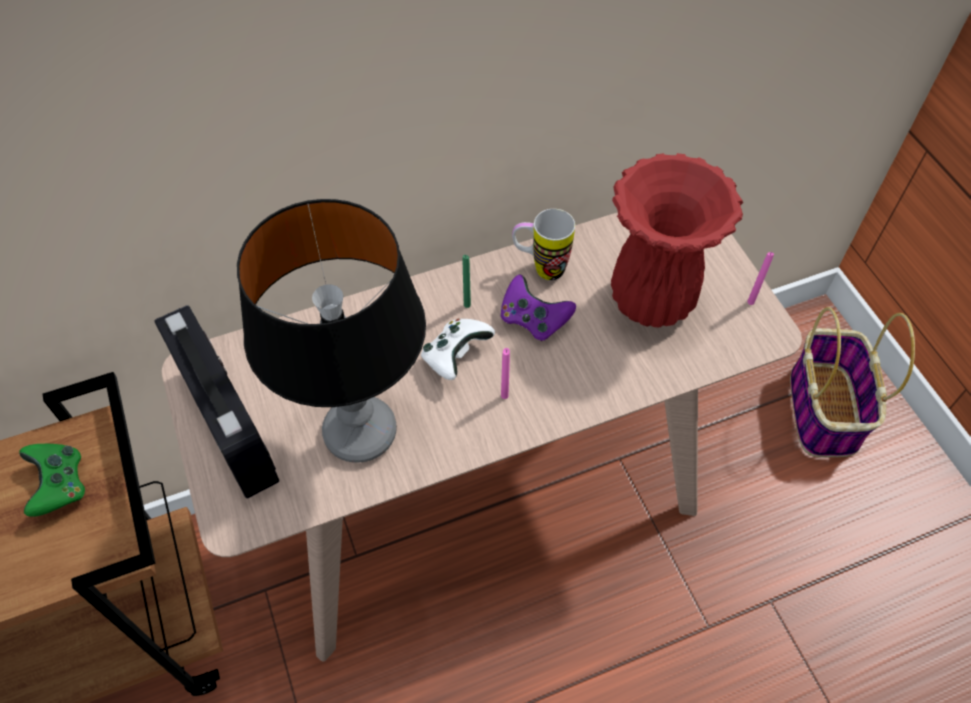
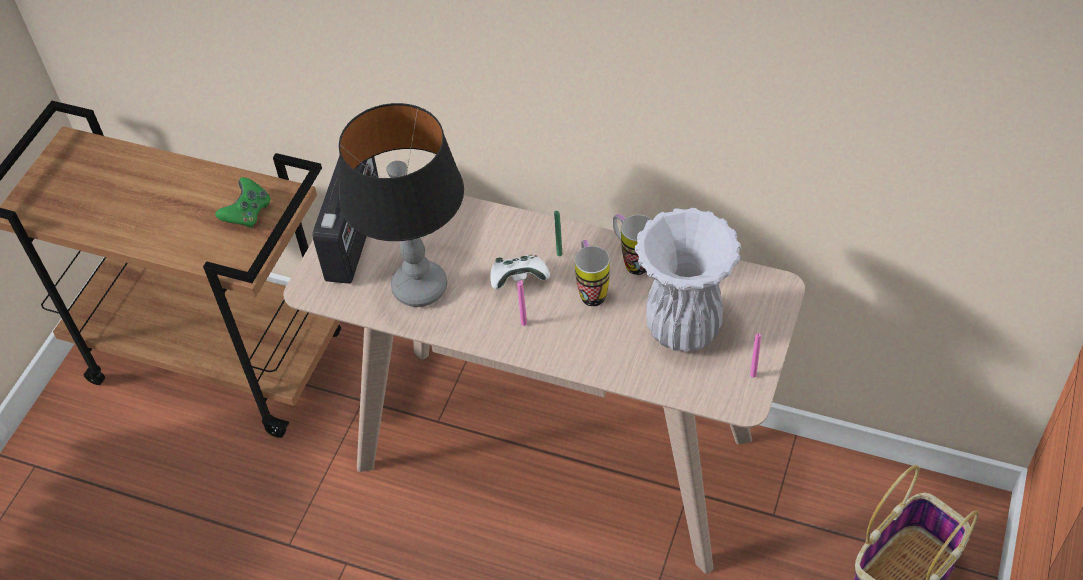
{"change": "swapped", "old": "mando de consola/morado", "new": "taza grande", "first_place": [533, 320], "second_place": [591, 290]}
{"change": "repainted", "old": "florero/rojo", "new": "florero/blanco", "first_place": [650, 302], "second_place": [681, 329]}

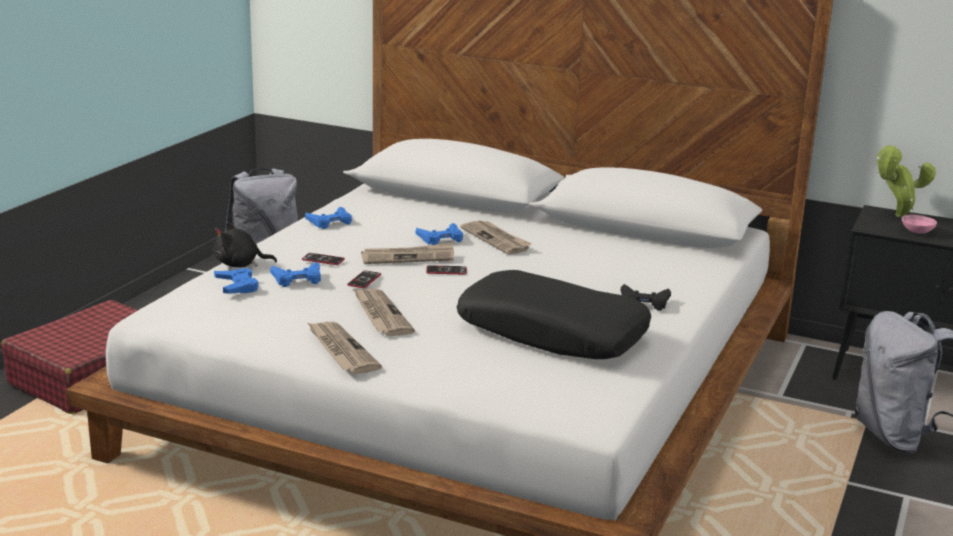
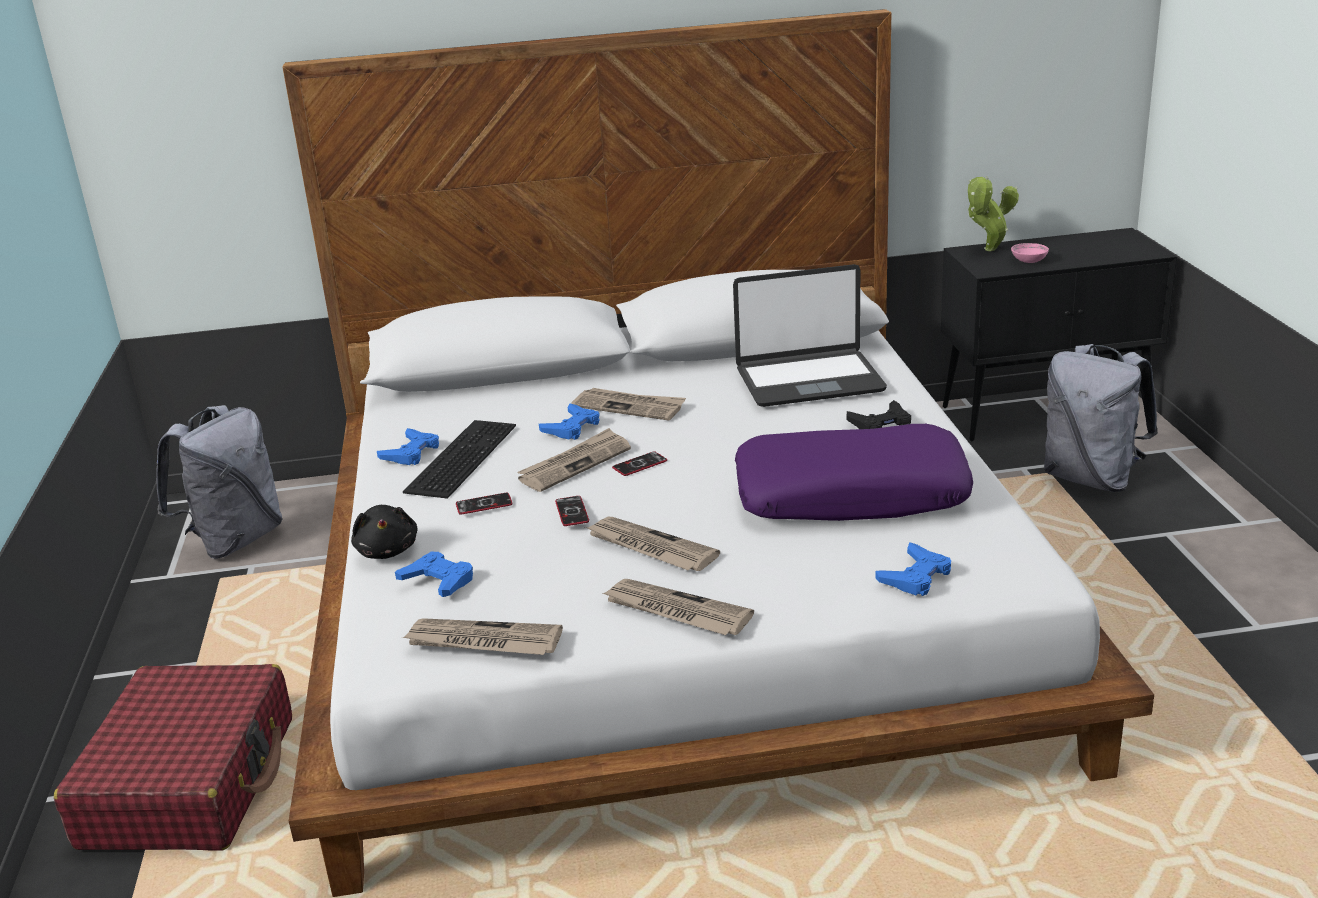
{"change": "rotated", "old": "peluche/negro", "first_place": [240, 265], "second_place": [387, 550], "degrees": -75}
{"change": "shifted", "old": "mando de consola/azul", "first_place": [297, 279], "second_place": [915, 576]}
{"change": "repainted", "old": "cojín/negro", "new": "cojín/morado", "first_place": [553, 333], "second_place": [851, 495]}
{"change": "new", "new": "periódico", "second_place": [482, 642]}
{"change": "new", "new": "teclado", "second_place": [459, 457]}
{"change": "new", "new": "portátil", "second_place": [809, 380]}

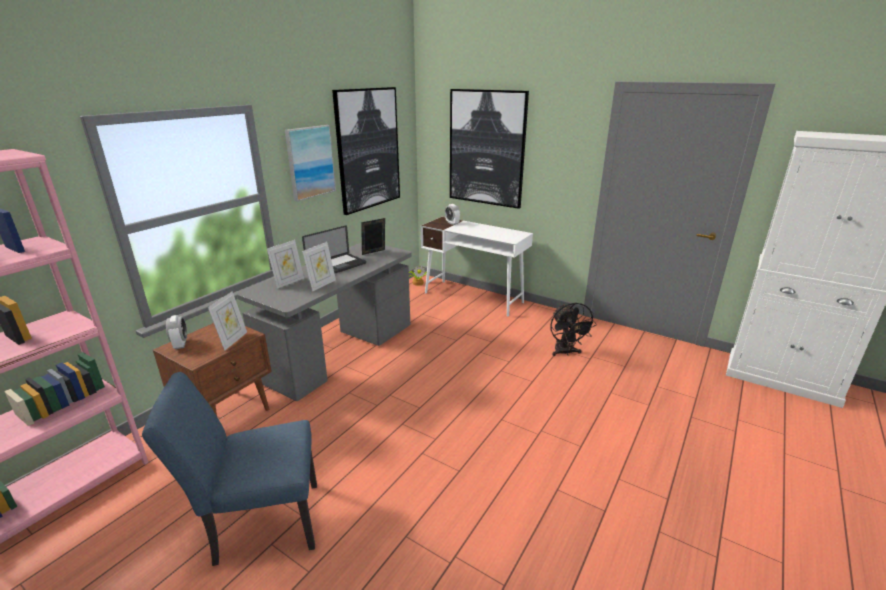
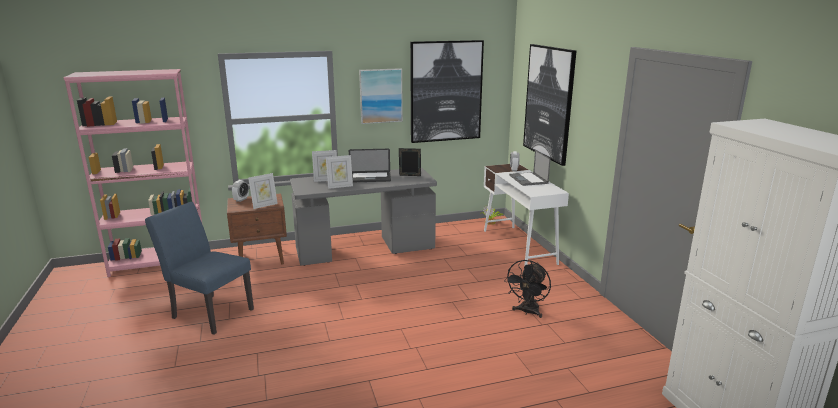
{"change": "new", "new": "portátil", "second_place": [528, 179]}

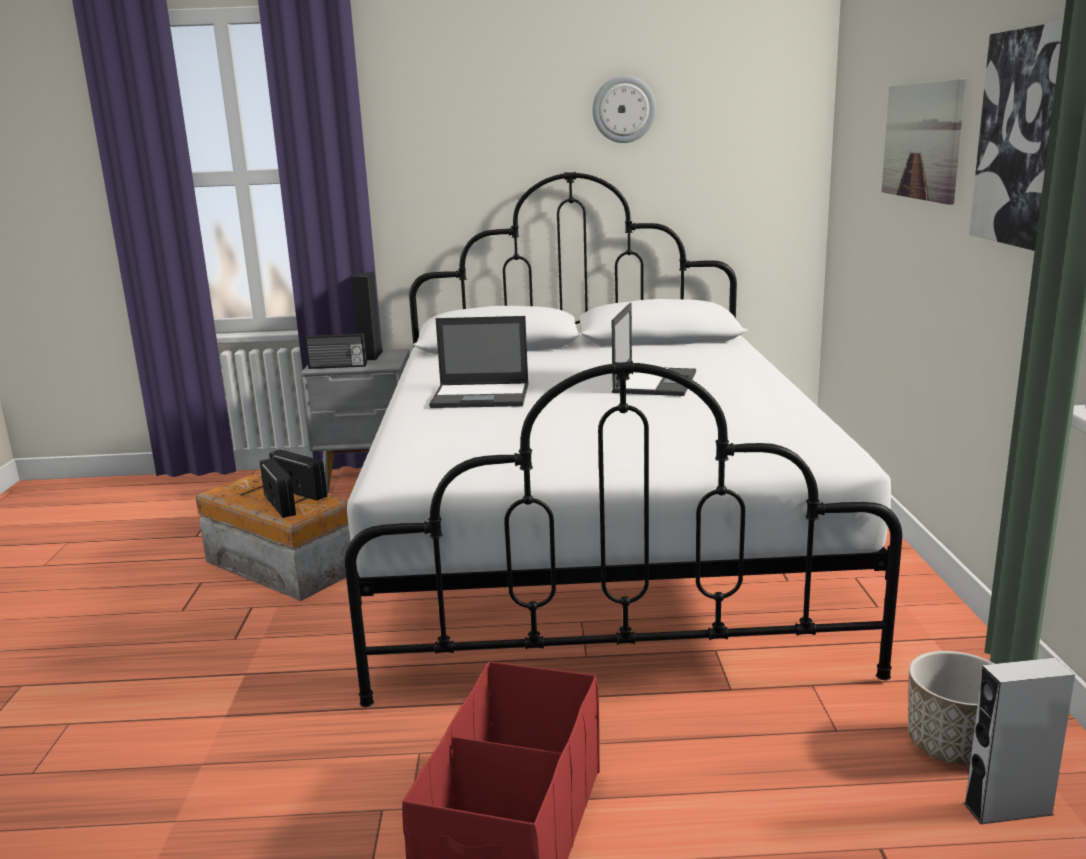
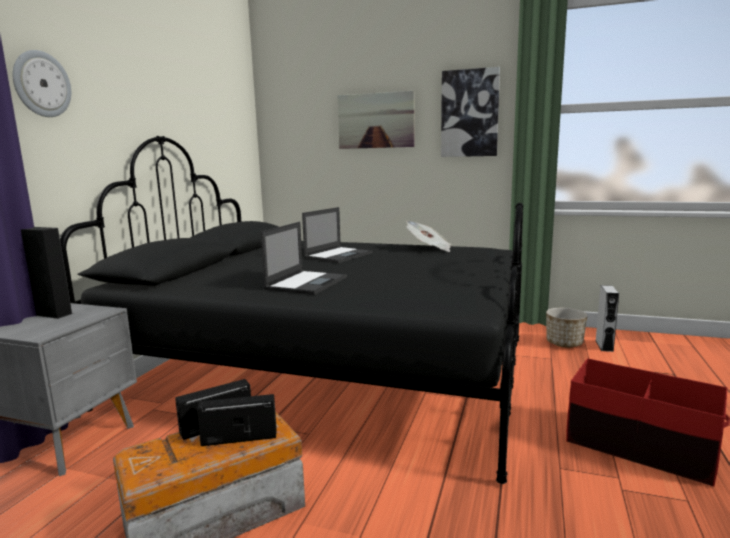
{"change": "gone", "old": "radio", "first_place": [337, 366]}
{"change": "repainted", "old": "cama/blanco", "new": "cama/negro", "first_place": [597, 545], "second_place": [330, 371]}
{"change": "shifted", "old": "reloj de pared", "first_place": [623, 109], "second_place": [41, 84]}
{"change": "rotated", "old": "portátil", "first_place": [654, 382], "second_place": [339, 255], "degrees": 90}
{"change": "new", "new": "periódico", "second_place": [429, 249]}

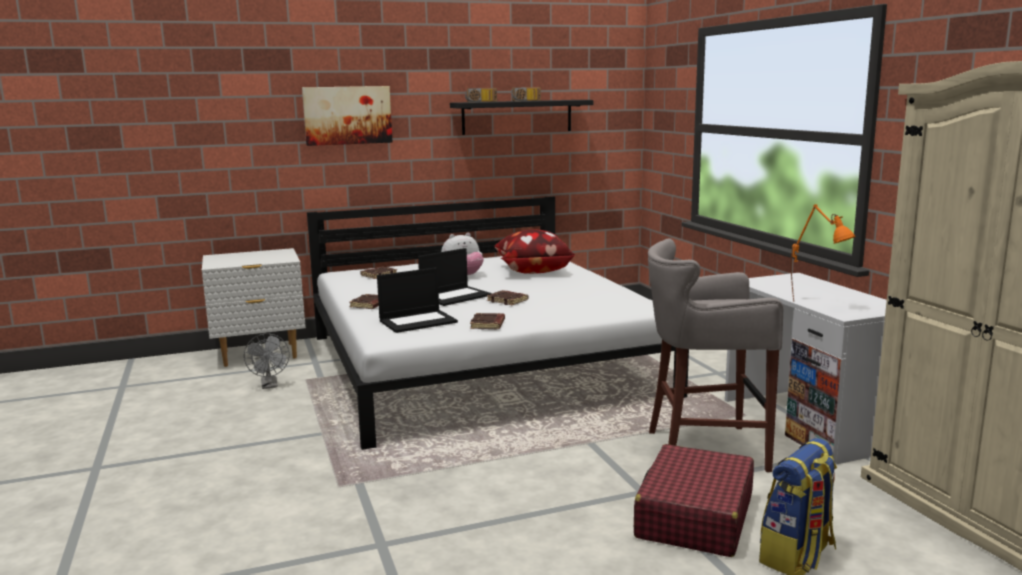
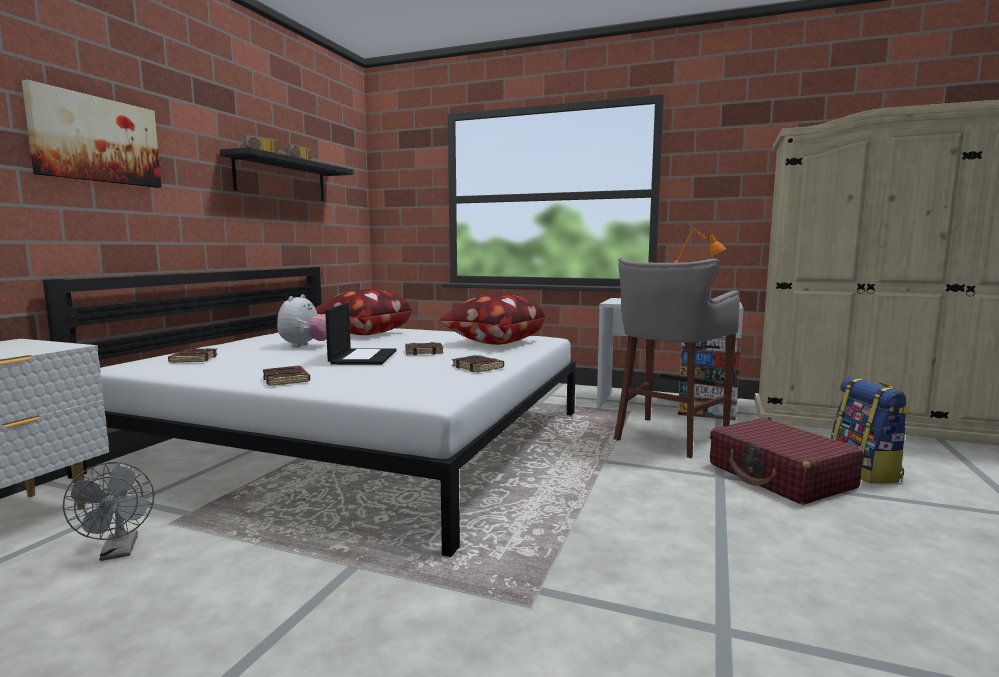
{"change": "rotated", "old": "ventilador/gris", "first_place": [270, 385], "second_place": [119, 552], "degrees": 45}
{"change": "gone", "old": "portátil", "first_place": [418, 321]}
{"change": "new", "new": "cojín", "second_place": [493, 343]}

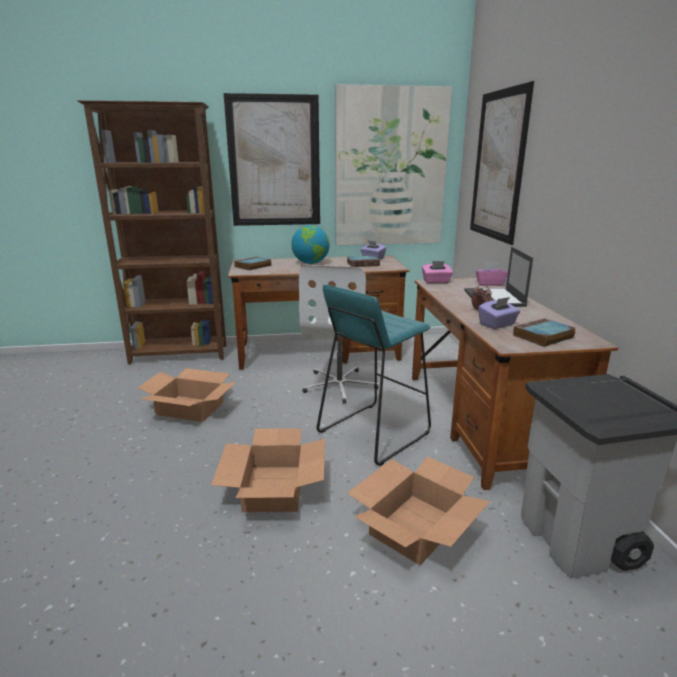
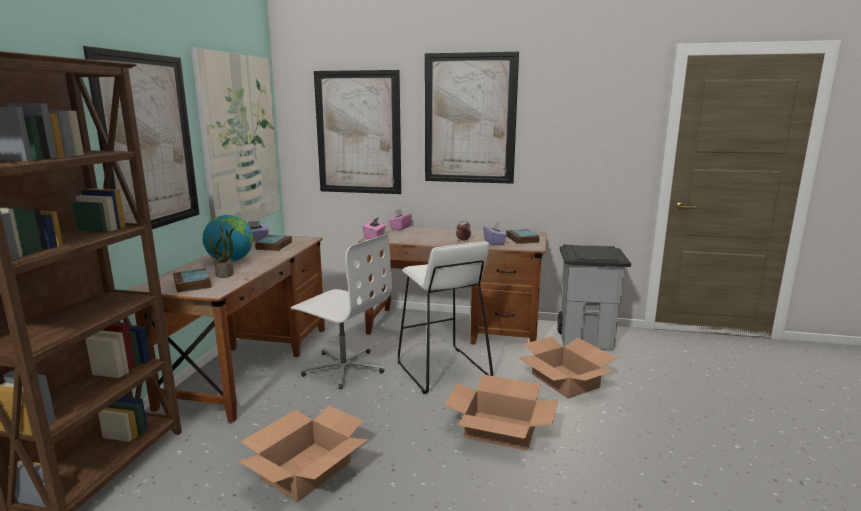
{"change": "repainted", "old": "taburete/turquesa", "new": "taburete/blanco", "first_place": [373, 432], "second_place": [442, 370]}
{"change": "gone", "old": "portátil", "first_place": [494, 298]}
{"change": "new", "new": "planta en maceta", "second_place": [225, 274]}
{"change": "new", "new": "cuadro", "second_place": [470, 119]}

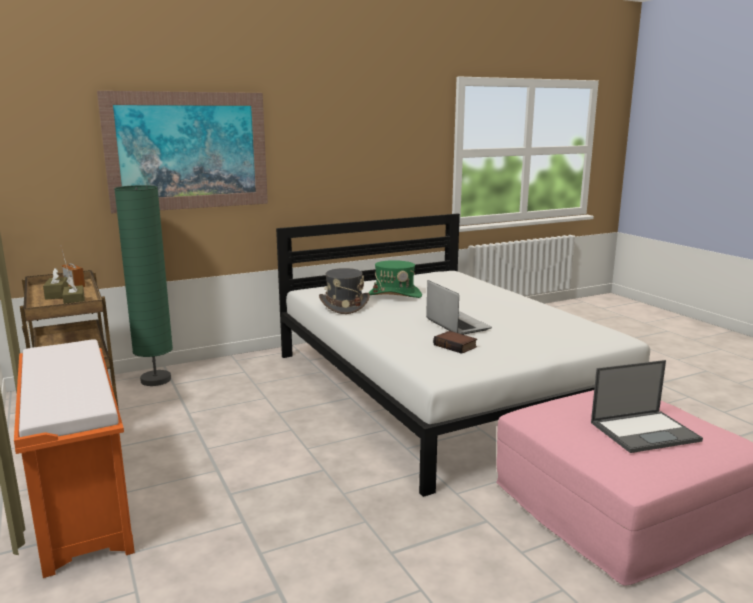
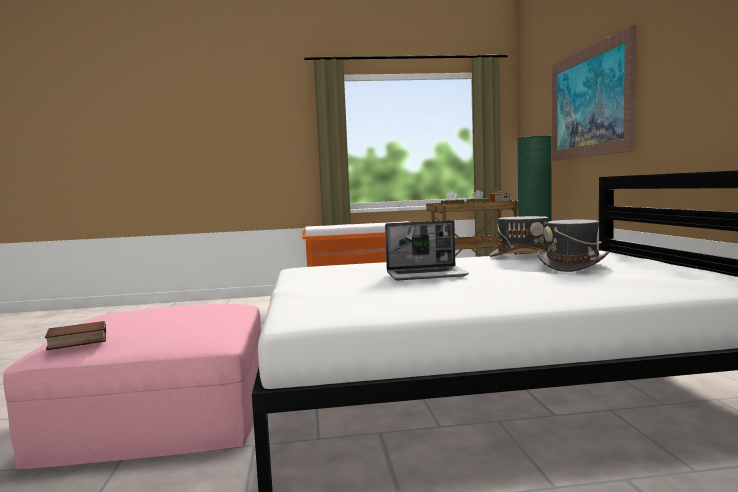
{"change": "repainted", "old": "sombrero/verde", "new": "sombrero/gris", "first_place": [394, 295], "second_place": [572, 266]}
{"change": "shifted", "old": "libro", "first_place": [456, 346], "second_place": [76, 342]}
{"change": "gone", "old": "portátil", "first_place": [645, 431]}

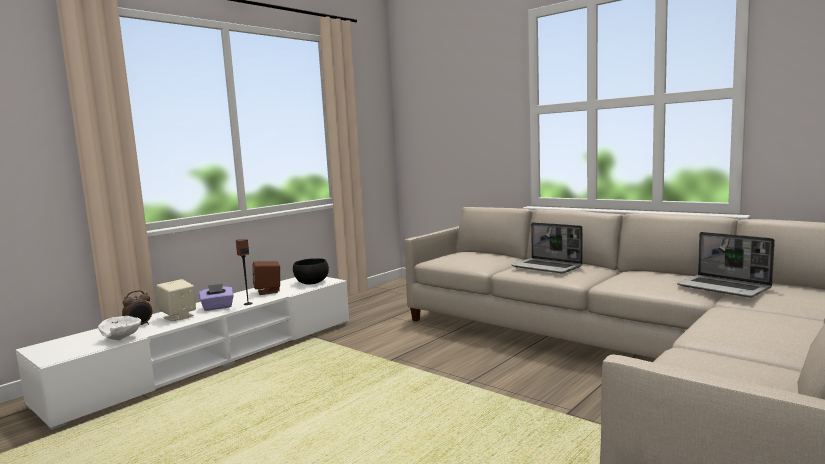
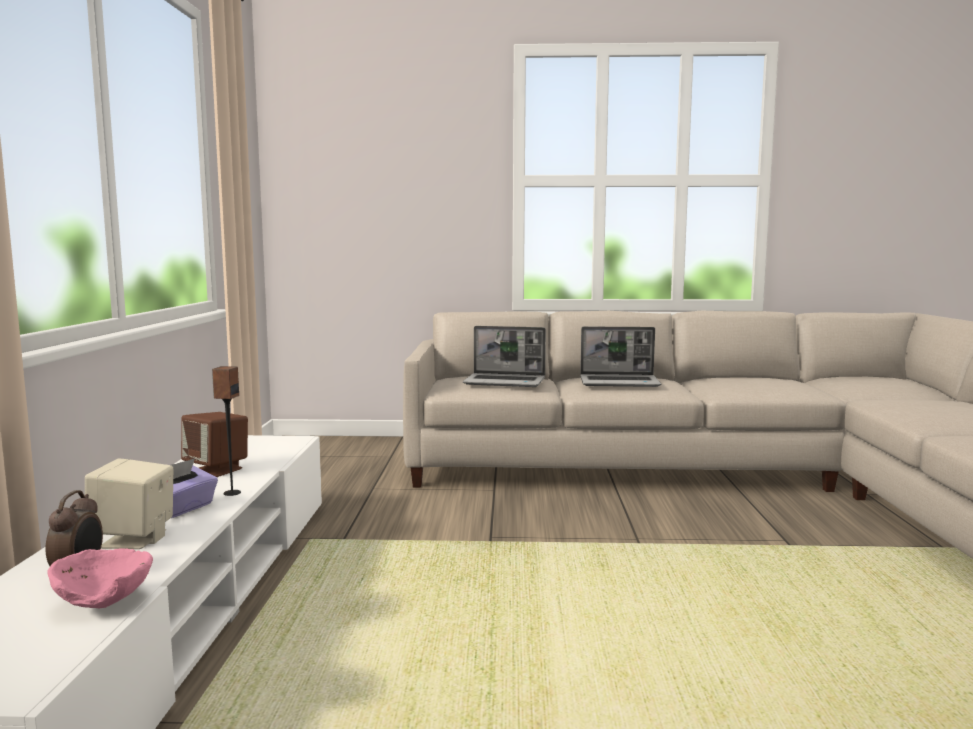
{"change": "repainted", "old": "cuenco/blanco", "new": "cuenco/rosa", "first_place": [123, 338], "second_place": [107, 602]}
{"change": "gone", "old": "cuenco/negro", "first_place": [312, 282]}
{"change": "shifted", "old": "portátil", "first_place": [724, 288], "second_place": [506, 382]}

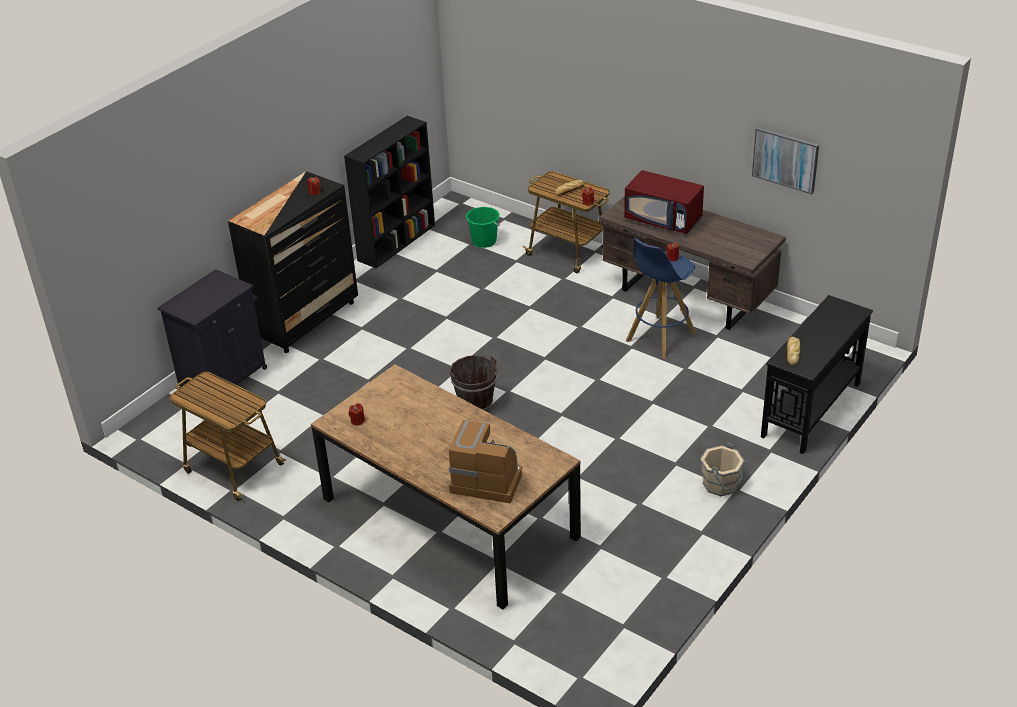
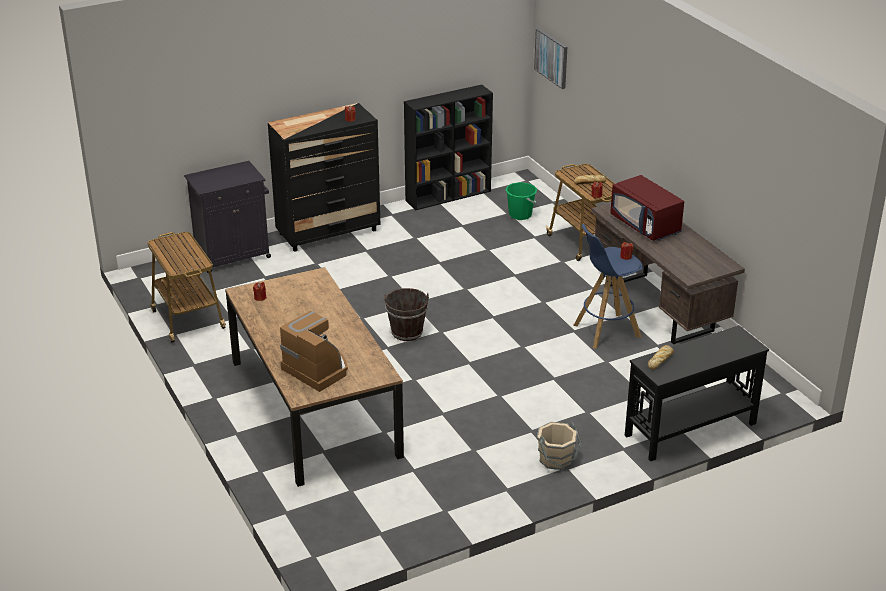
{"change": "shifted", "old": "cuadro", "first_place": [785, 159], "second_place": [552, 58]}

